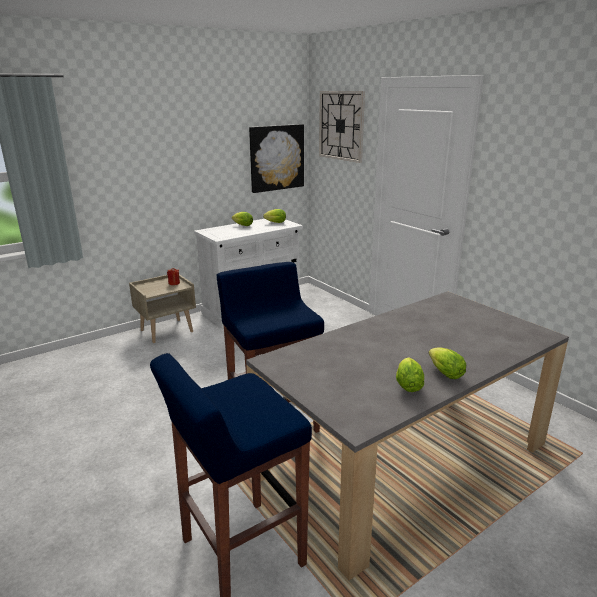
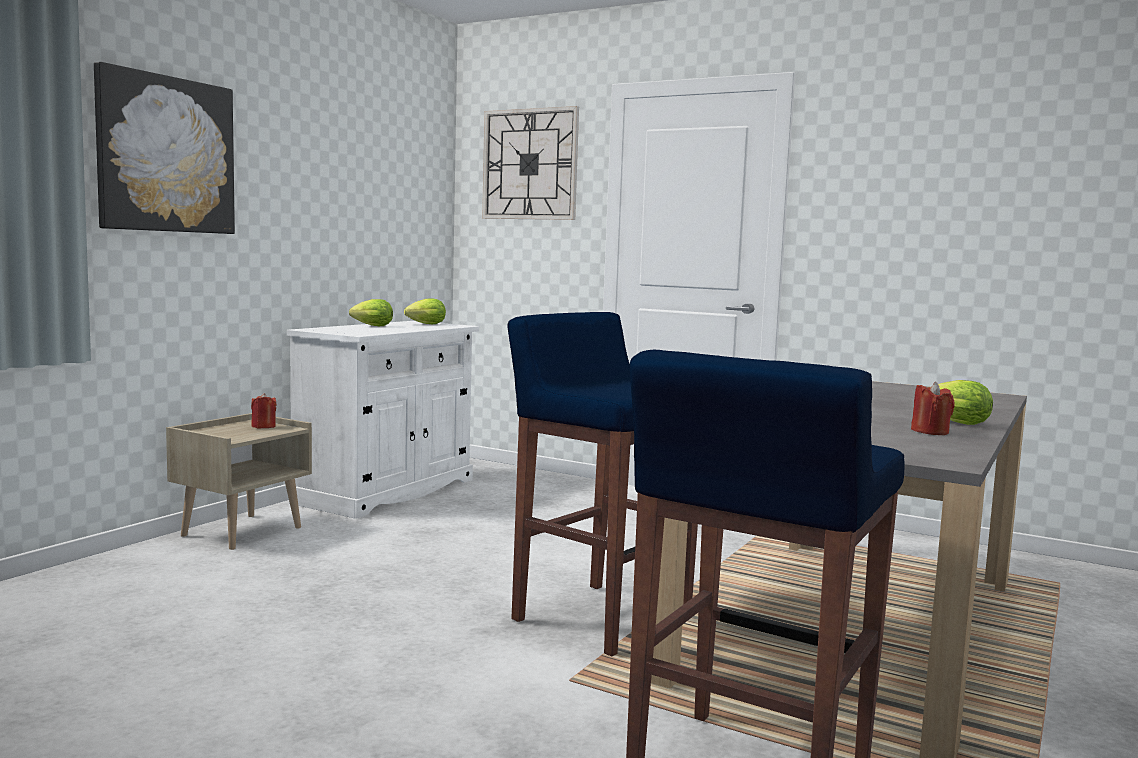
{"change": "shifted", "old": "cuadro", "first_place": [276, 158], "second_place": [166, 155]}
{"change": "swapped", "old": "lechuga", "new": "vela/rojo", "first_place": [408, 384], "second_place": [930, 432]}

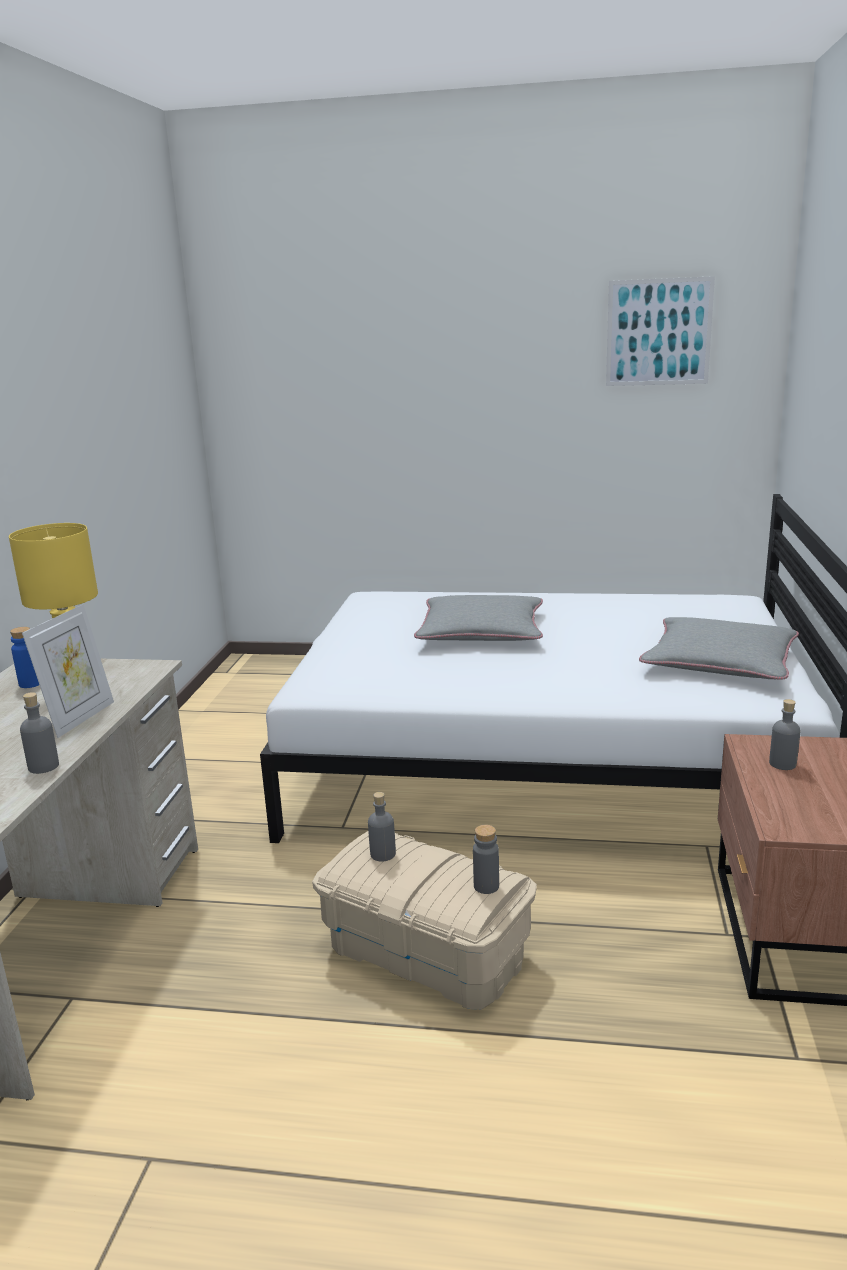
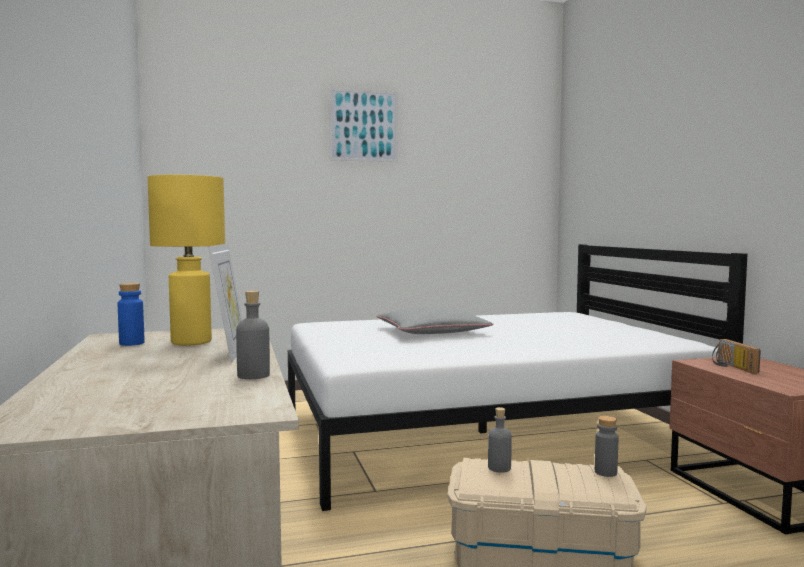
{"change": "shifted", "old": "cuadro", "first_place": [658, 332], "second_place": [363, 125]}
{"change": "gone", "old": "cojín/gris", "first_place": [719, 661]}
{"change": "swapped", "old": "botella/gris", "new": "radio", "first_place": [782, 764], "second_place": [731, 367]}

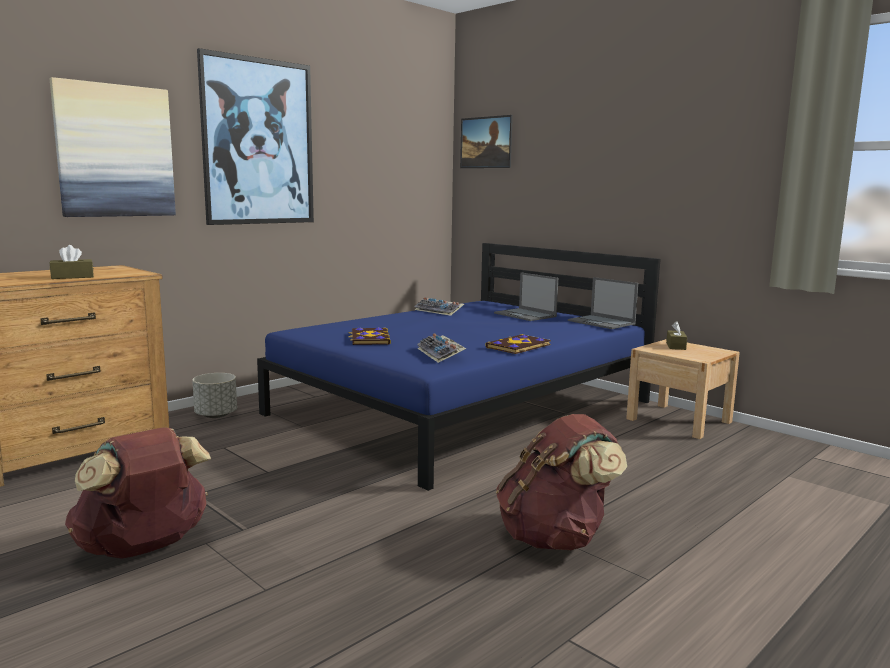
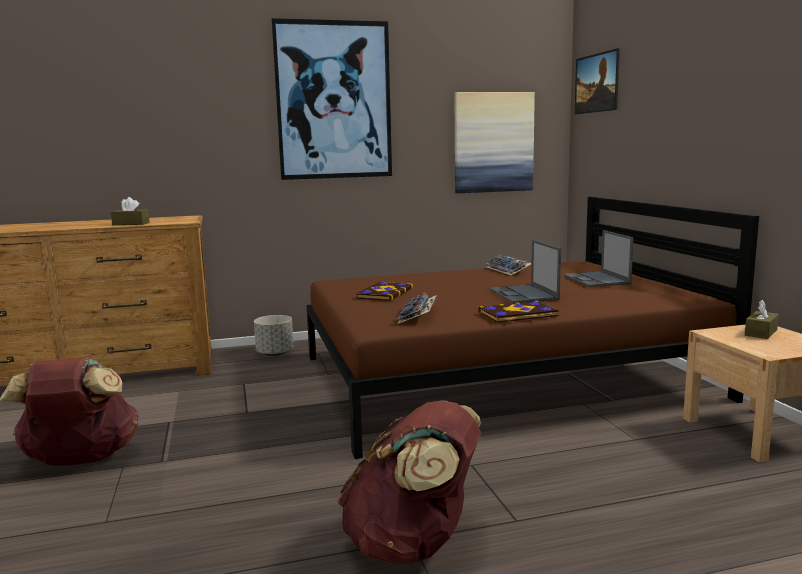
{"change": "shifted", "old": "cuadro", "first_place": [115, 151], "second_place": [493, 142]}
{"change": "repainted", "old": "cama/azul", "new": "cama/marrón", "first_place": [463, 408], "second_place": [501, 377]}
{"change": "shifted", "old": "portátil", "first_place": [602, 322], "second_place": [524, 294]}

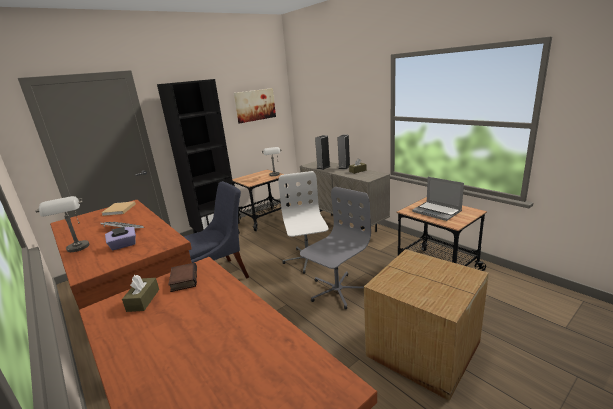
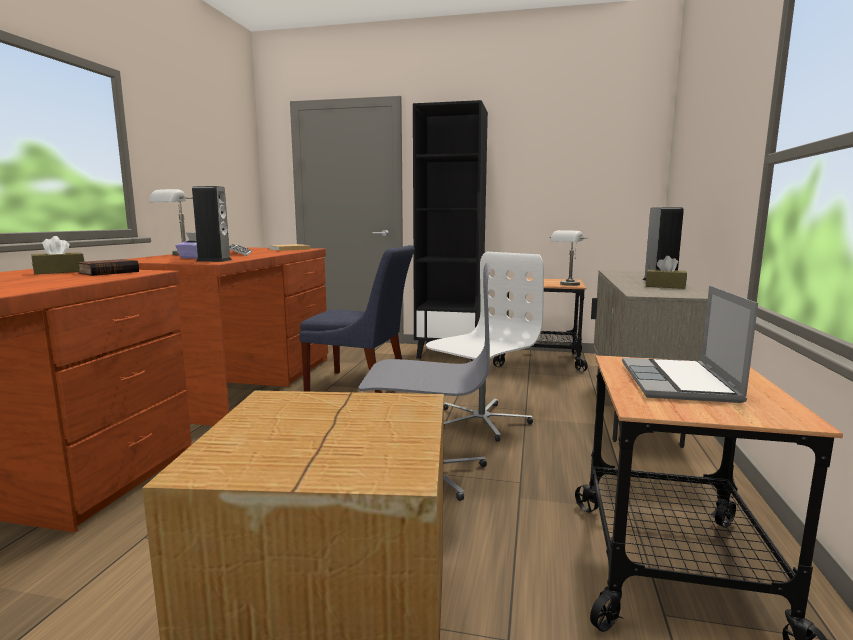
{"change": "gone", "old": "cuadro", "first_place": [255, 105]}
{"change": "shifted", "old": "altavoz", "first_place": [323, 167], "second_place": [214, 260]}

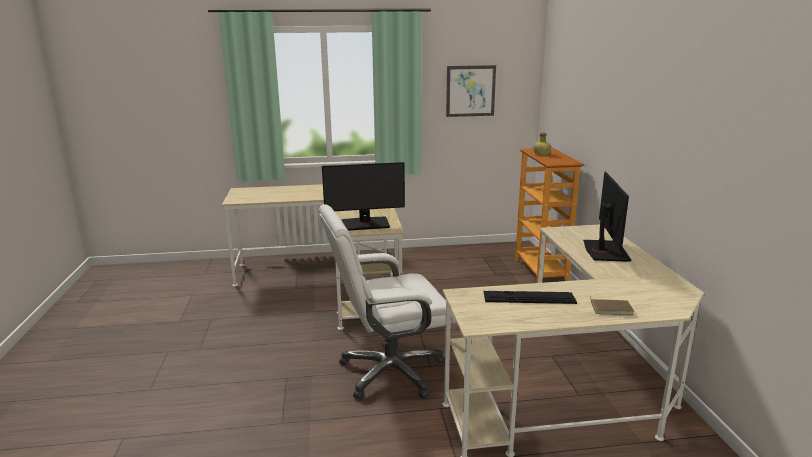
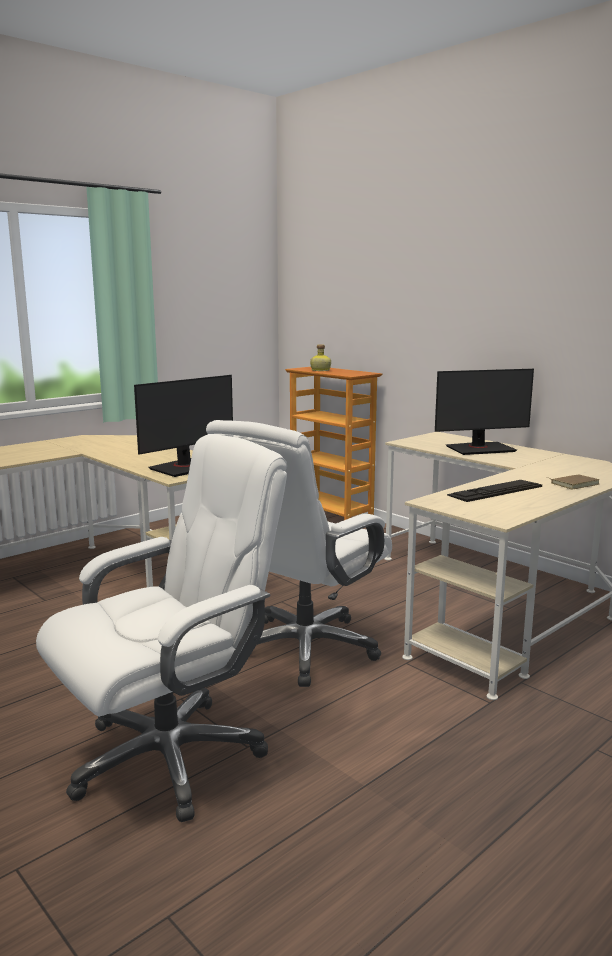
{"change": "gone", "old": "cuadro", "first_place": [470, 91]}
{"change": "rotated", "old": "monitor", "first_place": [604, 251], "second_place": [480, 449], "degrees": 105}
{"change": "new", "new": "silla de oficina/blanco", "second_place": [169, 756]}

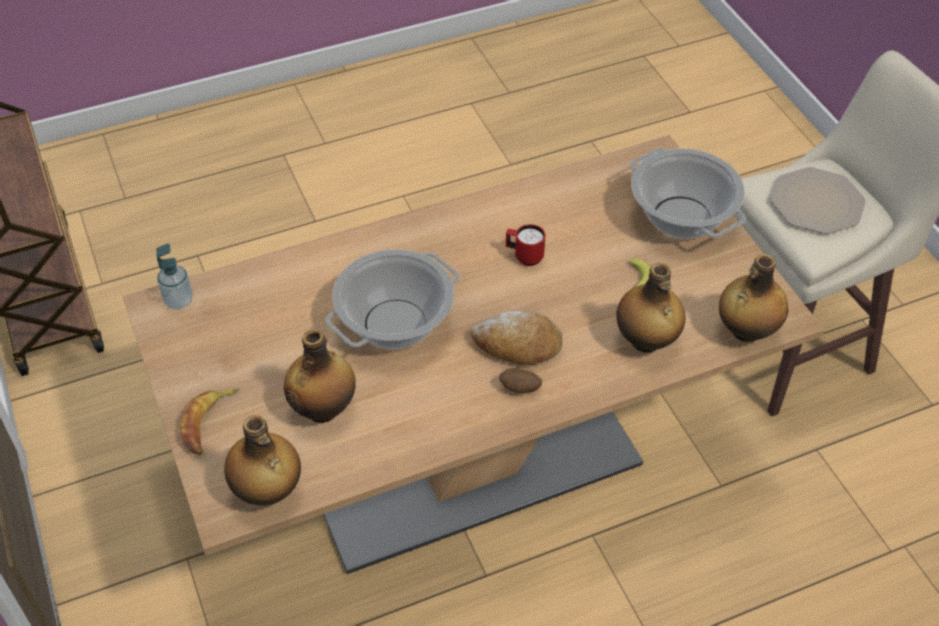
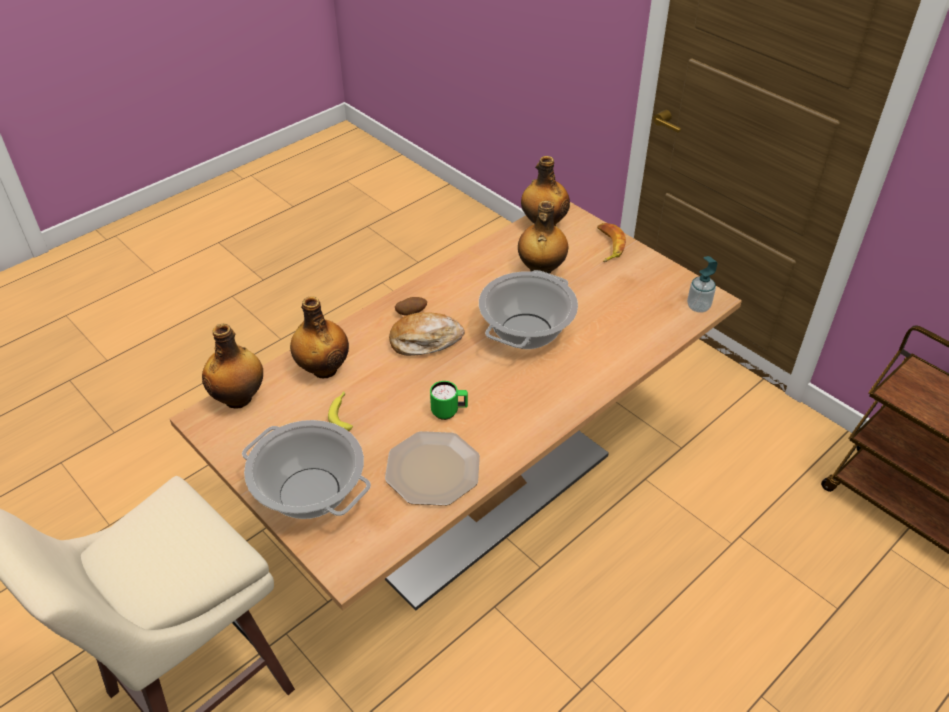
{"change": "repainted", "old": "taza grande/rojo", "new": "taza grande/verde", "first_place": [524, 256], "second_place": [449, 412]}
{"change": "shifted", "old": "plato", "first_place": [816, 202], "second_place": [433, 469]}

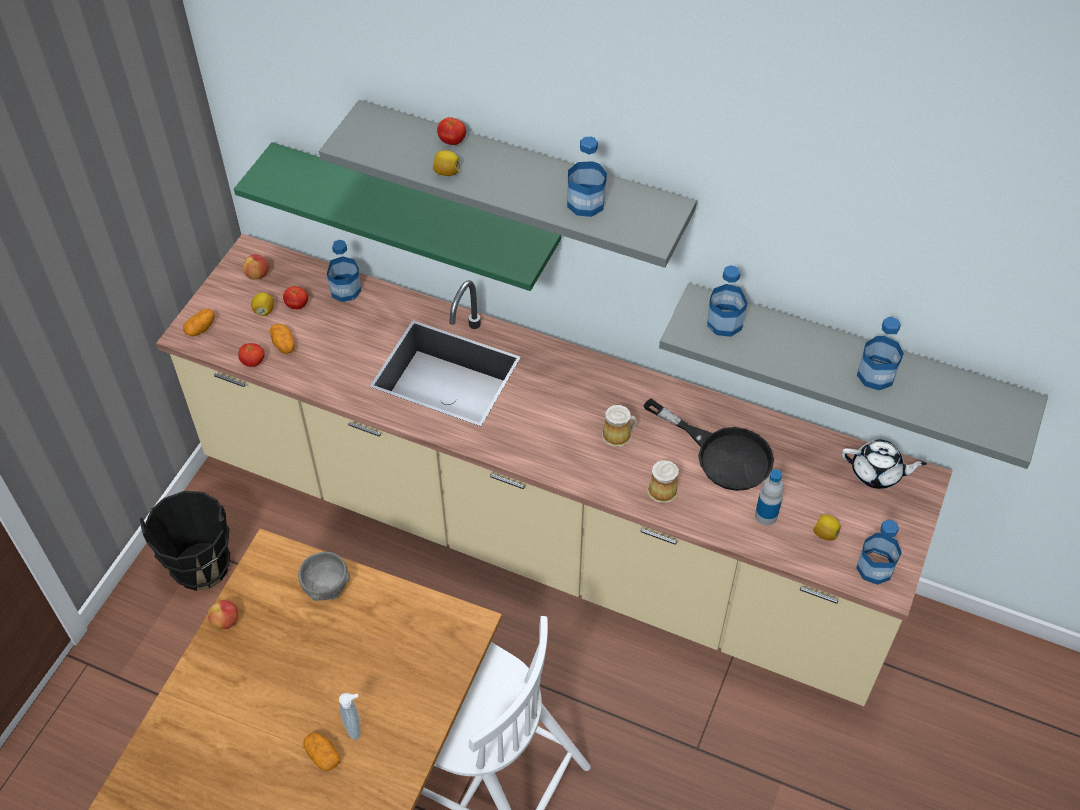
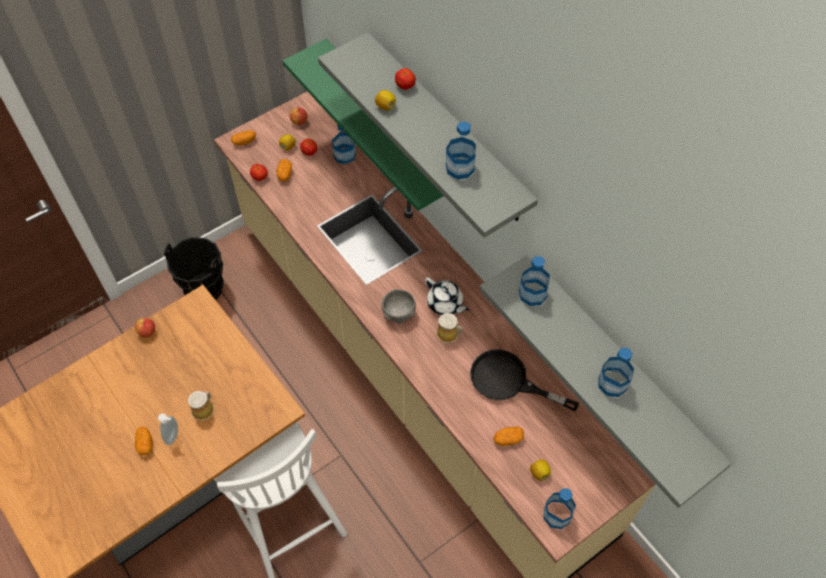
{"change": "shifted", "old": "cuenco/gris", "first_place": [326, 586], "second_place": [399, 313]}
{"change": "rotated", "old": "sartén/negro", "first_place": [722, 454], "second_place": [508, 381], "degrees": 135}
{"change": "shifted", "old": "taza grande", "first_place": [662, 489], "second_place": [204, 409]}
{"change": "swapped", "old": "botella", "new": "patata", "first_place": [766, 515], "second_place": [508, 439]}
{"change": "shifted", "old": "tetera/blanco", "first_place": [877, 473], "second_place": [445, 303]}

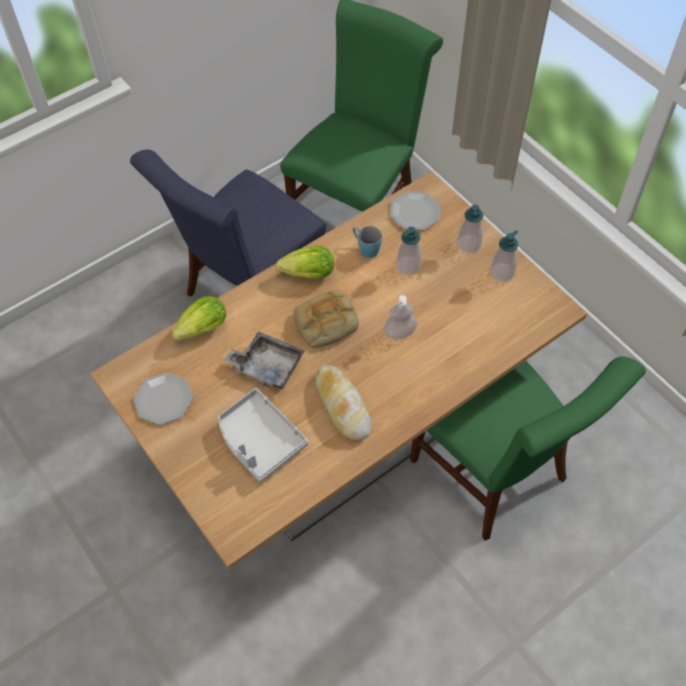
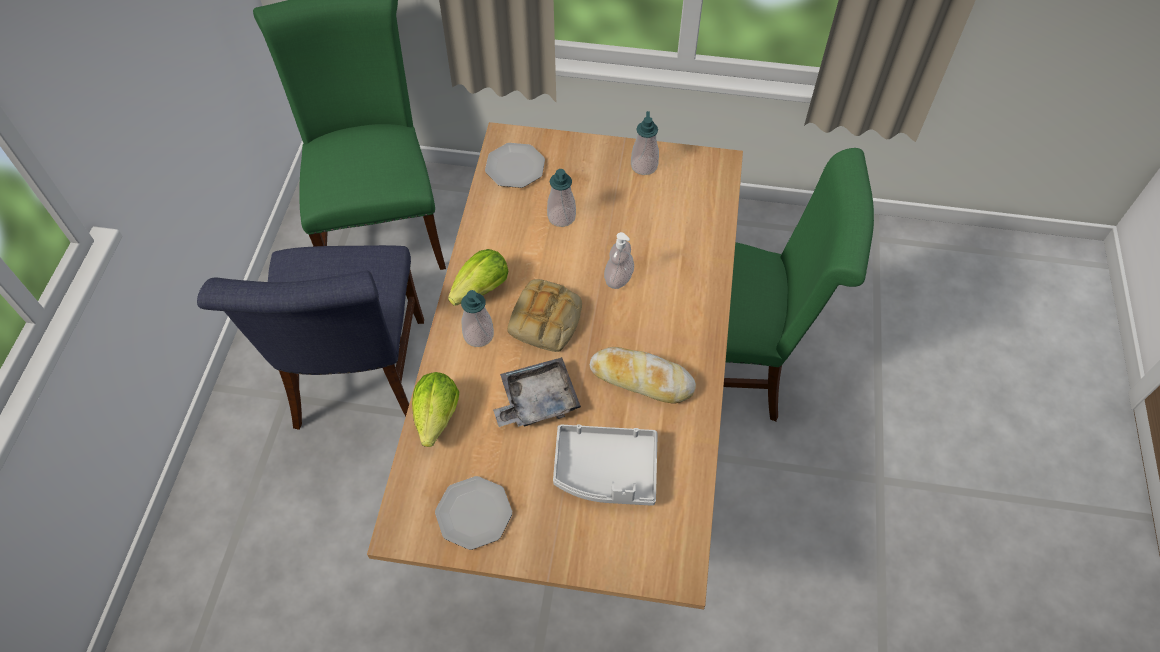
{"change": "gone", "old": "taza grande/azul", "first_place": [365, 249]}
{"change": "shifted", "old": "dispensador de jabón", "first_place": [469, 244], "second_place": [478, 335]}

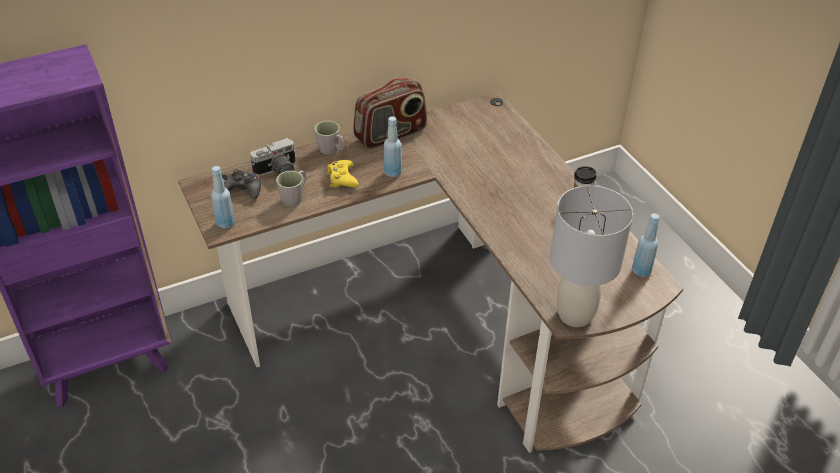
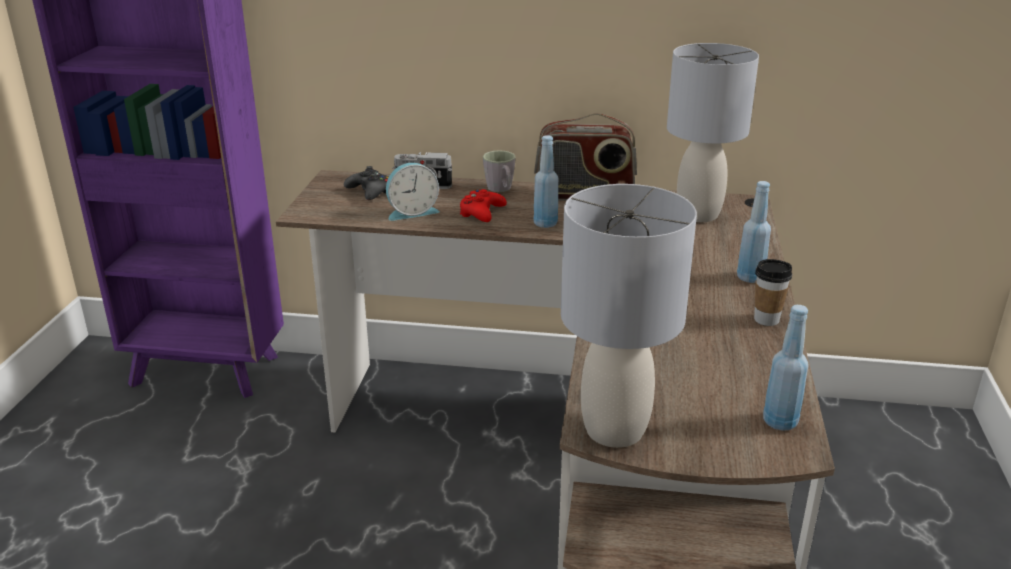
{"change": "shifted", "old": "botella/azul", "first_place": [225, 223], "second_place": [750, 277]}
{"change": "swapped", "old": "taza grande/gris", "new": "despertador", "first_place": [295, 197], "second_place": [411, 212]}
{"change": "repainted", "old": "mando de consola/amarillo", "new": "mando de consola/rojo", "first_place": [342, 178], "second_place": [481, 213]}
{"change": "new", "new": "lámpara de mesa/gris", "second_place": [698, 214]}

